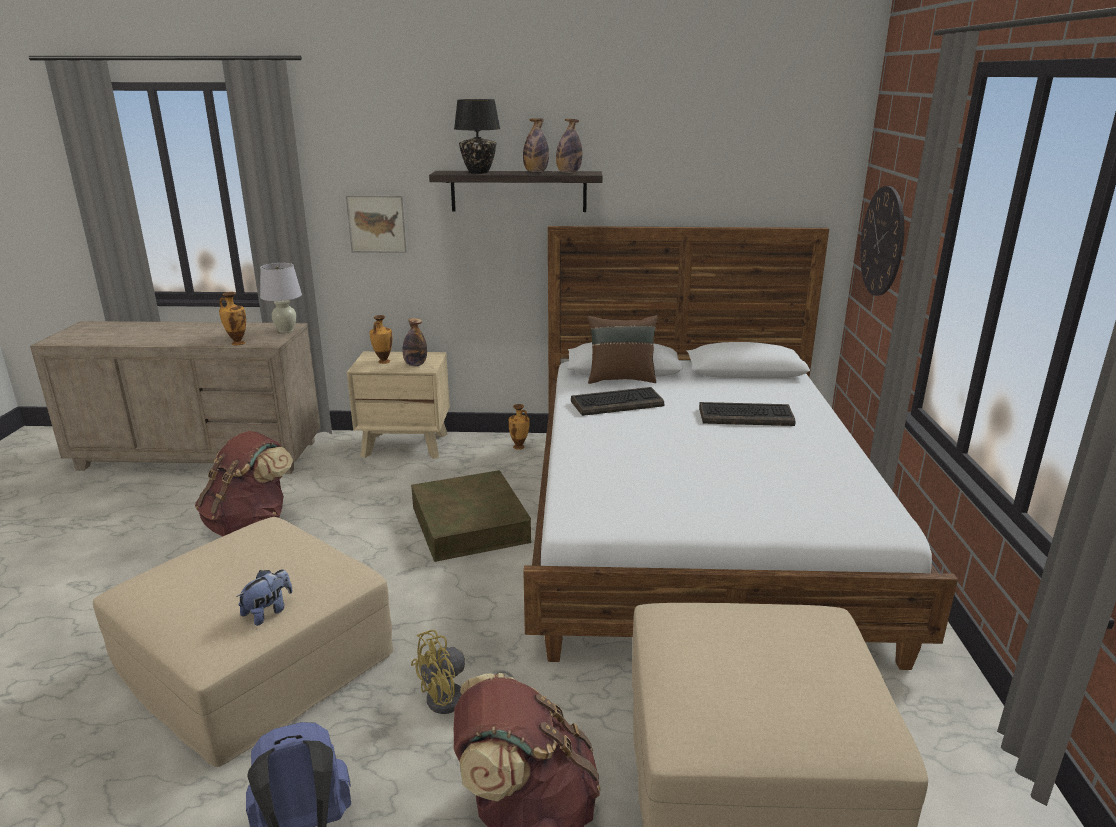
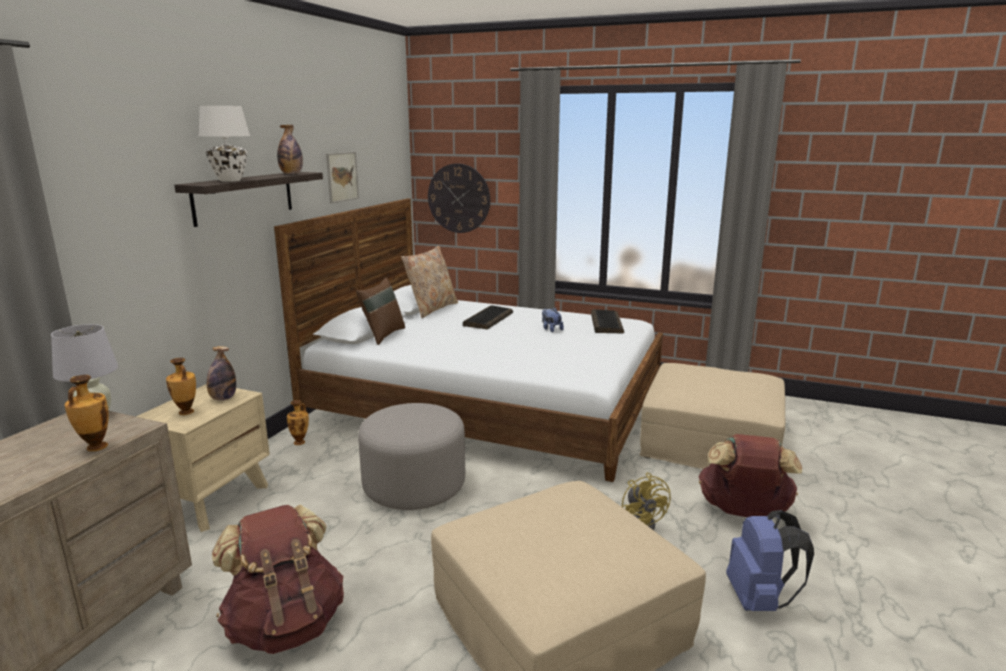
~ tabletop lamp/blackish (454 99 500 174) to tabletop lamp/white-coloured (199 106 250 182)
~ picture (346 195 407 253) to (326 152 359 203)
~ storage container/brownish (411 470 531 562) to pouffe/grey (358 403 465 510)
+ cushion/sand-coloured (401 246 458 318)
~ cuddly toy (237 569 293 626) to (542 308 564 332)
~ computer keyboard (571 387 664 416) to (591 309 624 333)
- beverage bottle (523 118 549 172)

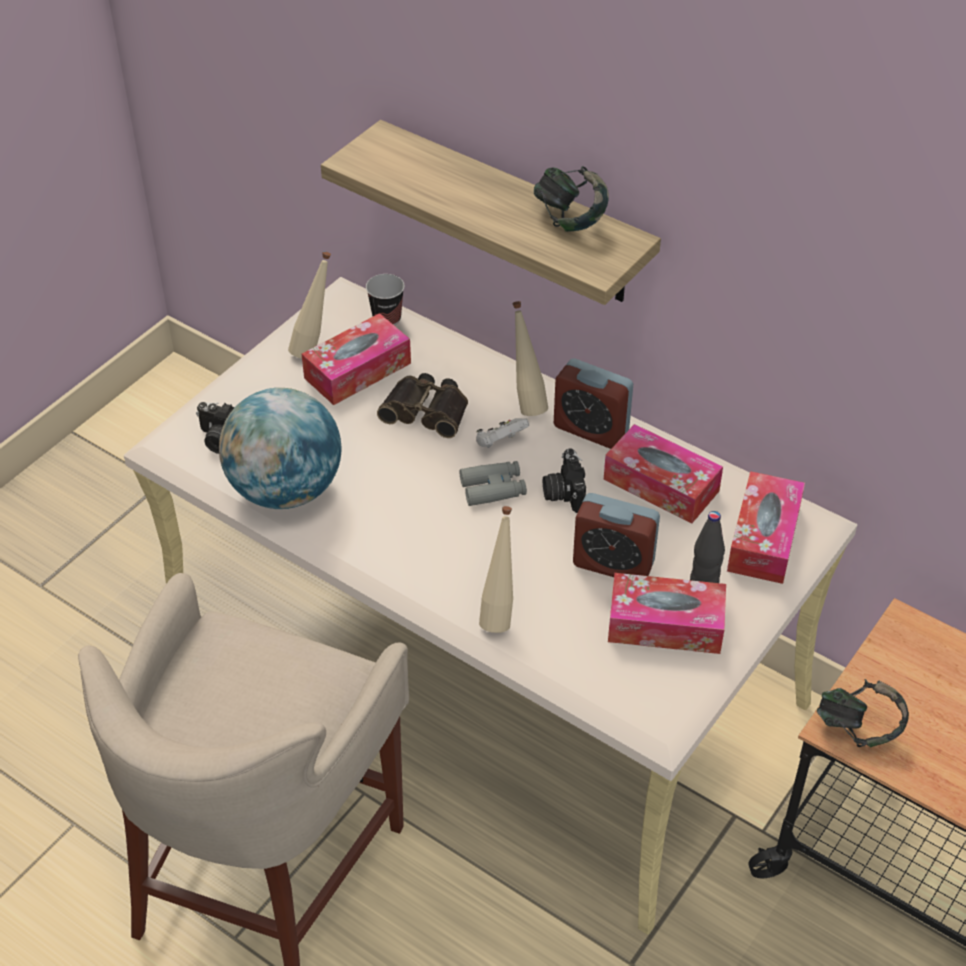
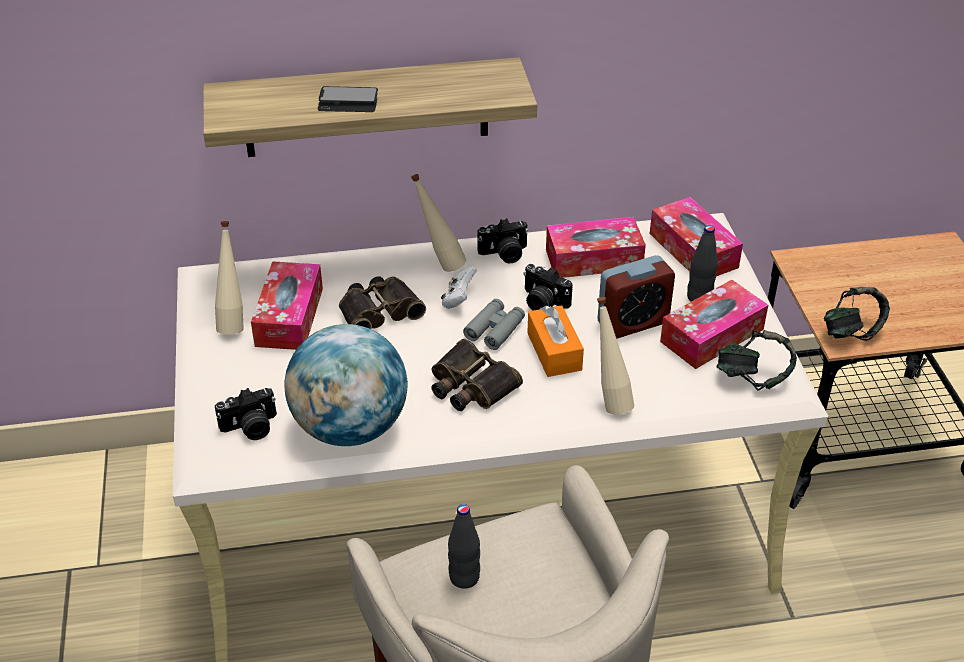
+ telephone (318 86 378 112)
+ pair of binoculars (431 339 523 411)
+ beverage bottle/blackish (448 504 480 589)
~ alarm clock (554 359 633 449) to photo camera (477 218 529 263)
+ tissue holder/orange-coloured (527 305 584 377)
~ pair of headphones (534 166 609 232) to (717 330 797 390)
- cup (366 274 405 326)

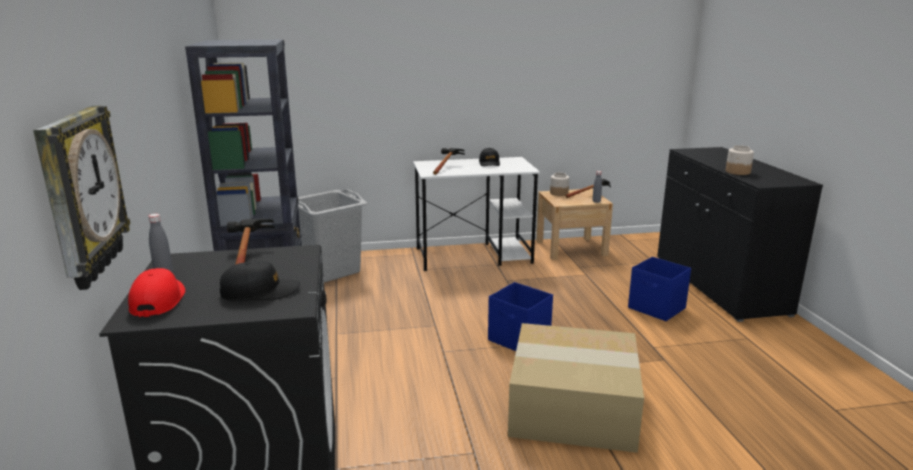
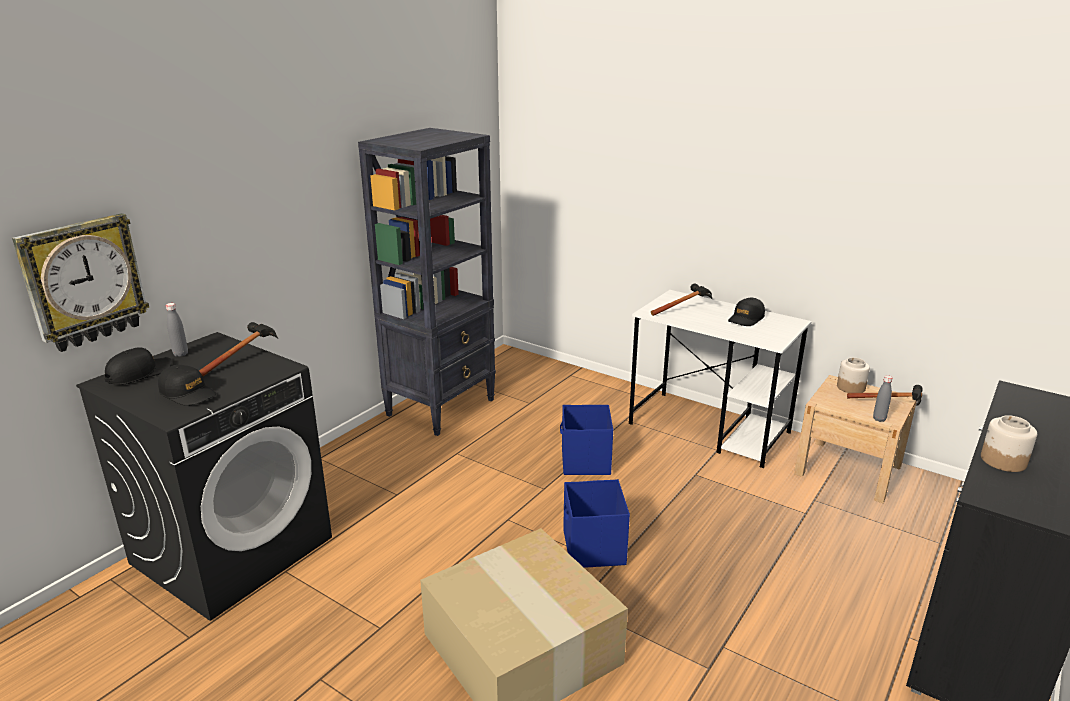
~ baseball cap/red-coloured (128 268 185 317) to baseball cap/blackish (104 347 172 385)
~ storage container/blue (628 257 691 321) to (560 405 613 475)
- washing basket/grey (298 189 367 282)

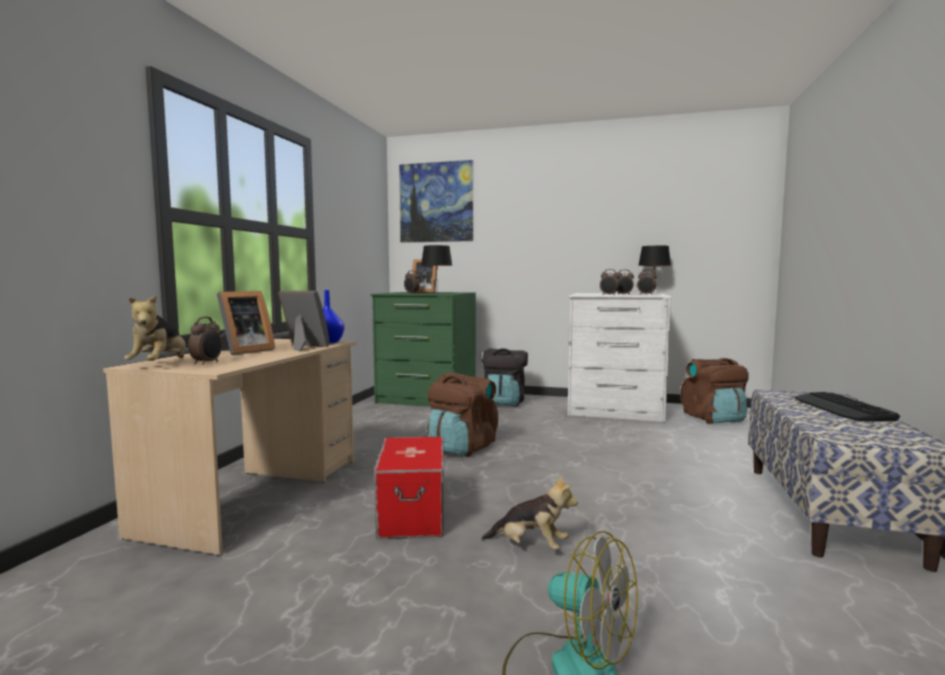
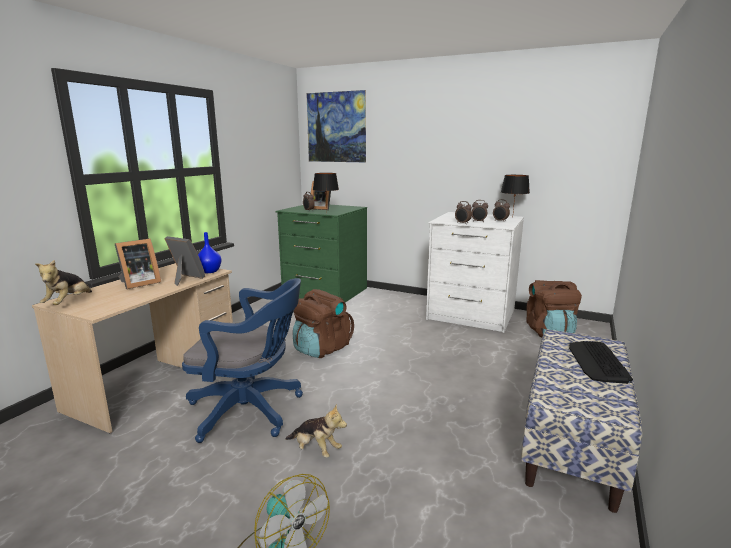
~ storage container (374 437 444 539) to computer chair/blue (182 278 303 443)
- alarm clock (188 317 222 365)
- rucksack/blackish (482 348 528 407)

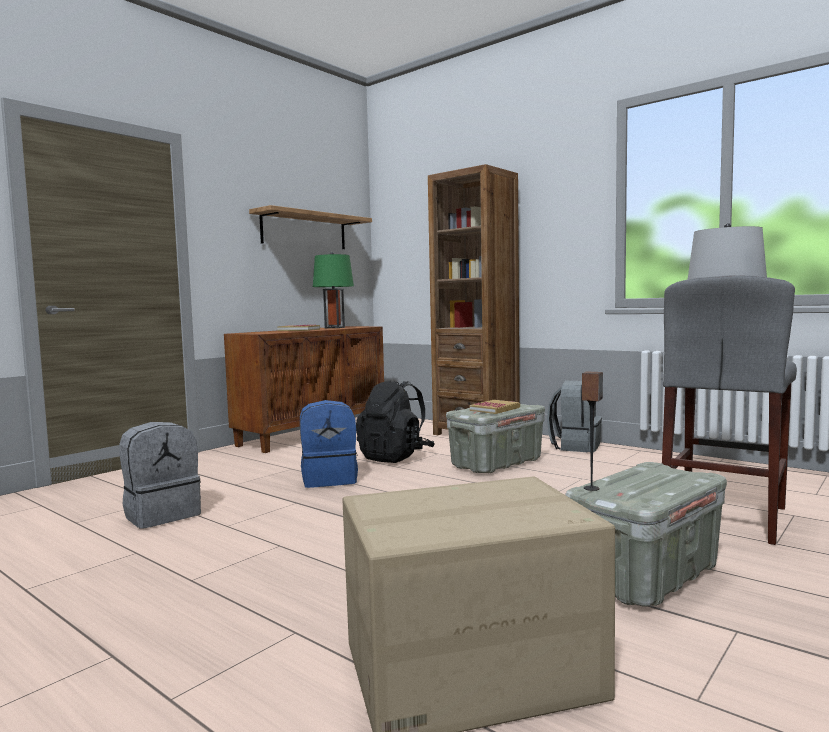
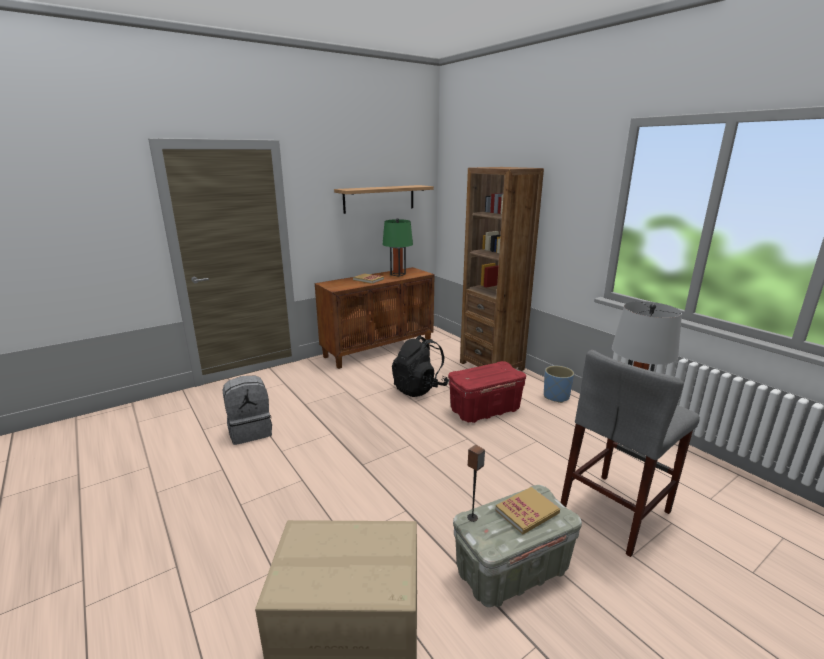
~ storage container/grey (446 401 545 473) to storage container/red-coloured (448 361 526 423)
~ bound book (469 400 520 414) to (495 487 560 534)
~ rucksack/grey (547 381 602 452) to planter/blue (544 366 574 403)
- rucksack/blue (300 400 358 488)

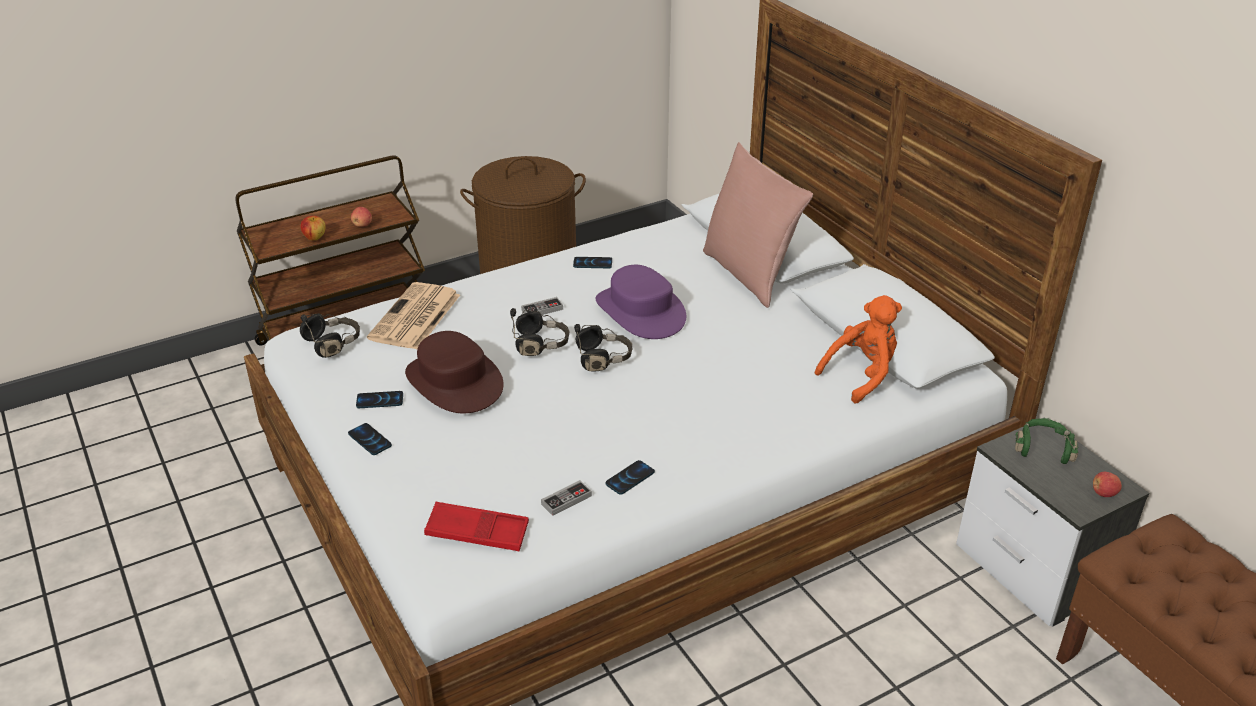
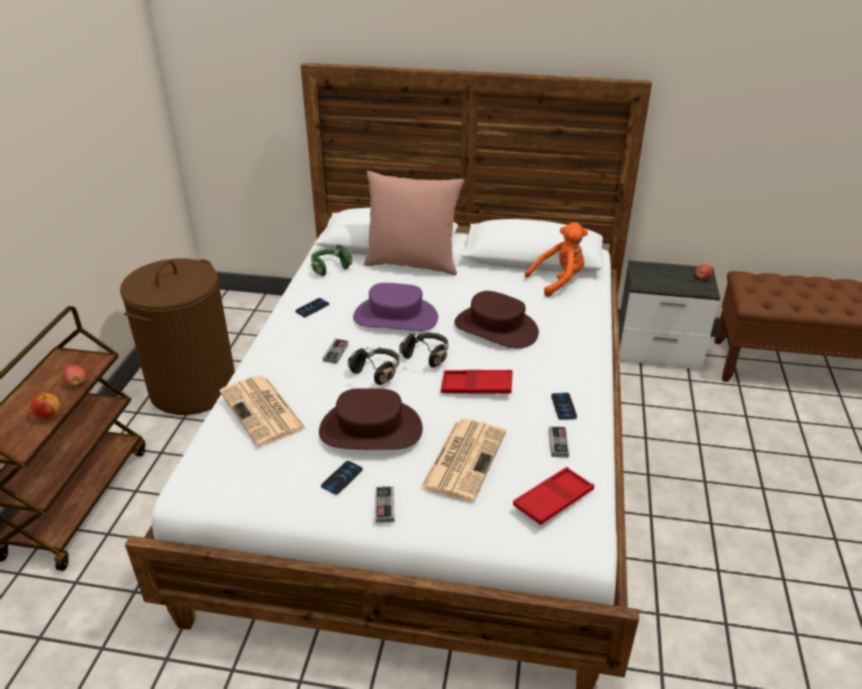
~ pair of headphones/green-coloured (1015 418 1078 464) to (311 244 352 276)
~ telephone (348 423 392 455) to gamepad (376 486 395 523)
+ newspaper (420 419 506 502)
+ serving tray/red-coloured (441 370 513 394)
+ wearable hat/brownish (454 291 539 349)
~ cuddly toy/orange-coloured (815 295 902 403) = (525 222 588 297) 60 degrees clockwise
- pair of headphones/blackish (300 313 360 358)

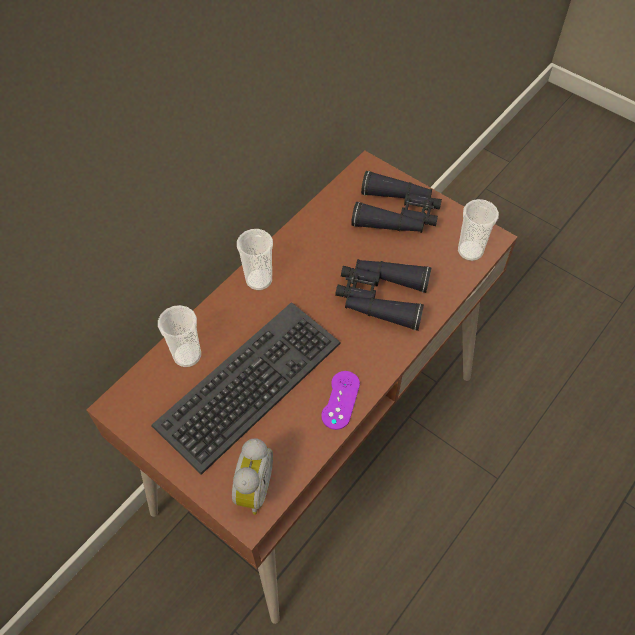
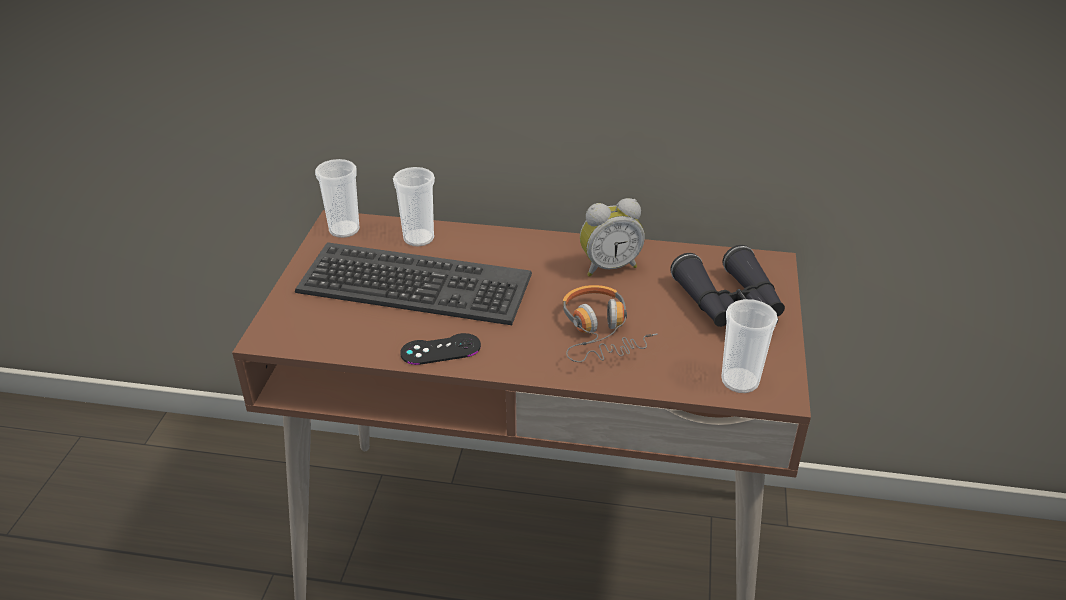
~ cup (237 229 273 290) to (315 159 360 238)
~ gamepad/purple (321 371 360 430) to gamepad/blackish (400 333 481 365)
~ pair of binoculars/blackish (335 259 432 331) to pair of headphones (562 285 658 362)
~ alarm clock (232 439 273 515) to (580 198 645 277)

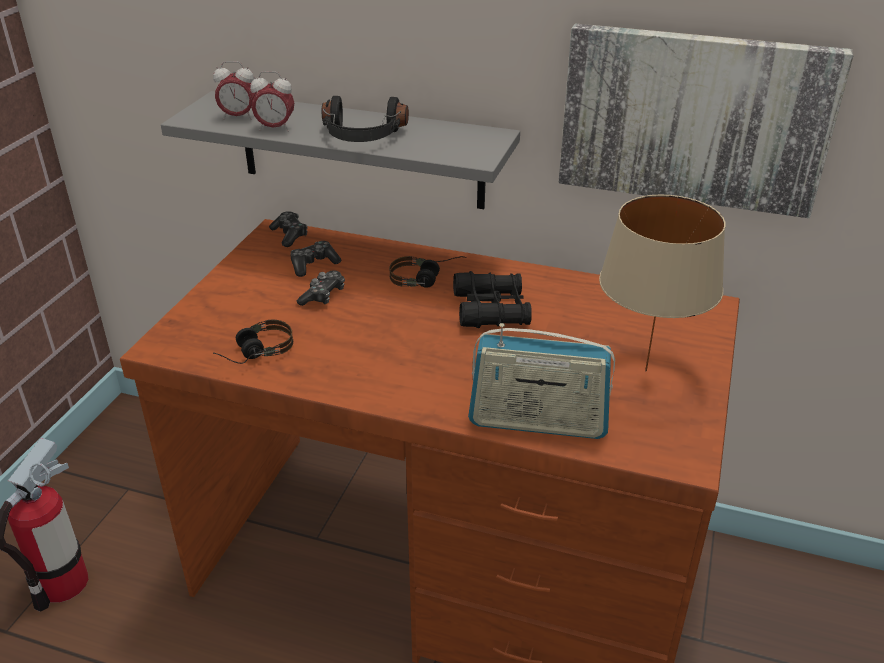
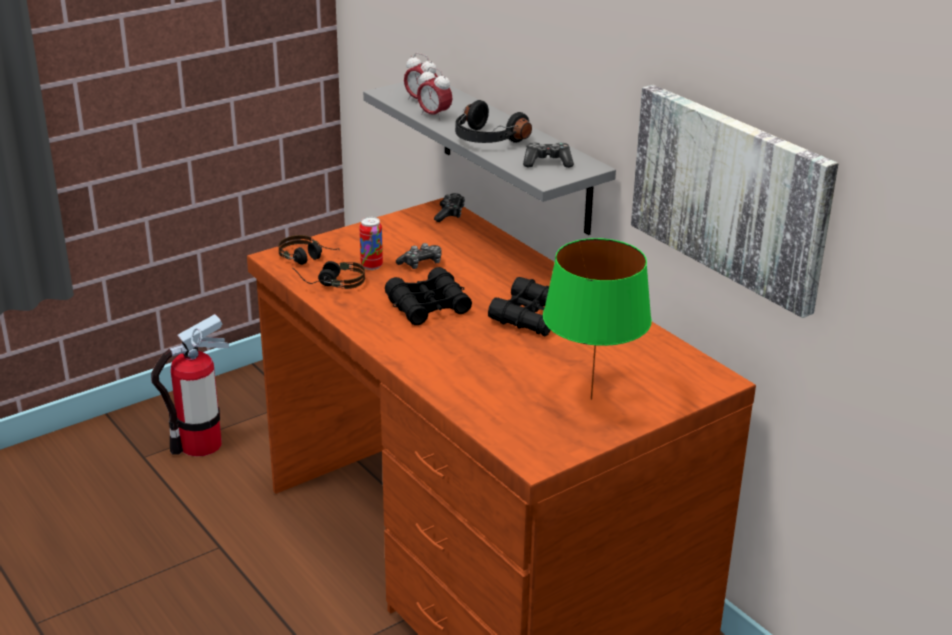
~ pair of headphones (389 256 467 288) to (278 235 339 265)
+ metal can (360 217 383 270)
+ pair of binoculars/blackish (385 267 472 325)
~ gamepad (290 241 341 277) to (523 142 574 168)
~ tabletop lamp/sand-coloured (599 195 725 372) to tabletop lamp/green-coloured (543 238 652 400)
- radio (468 323 615 439)

